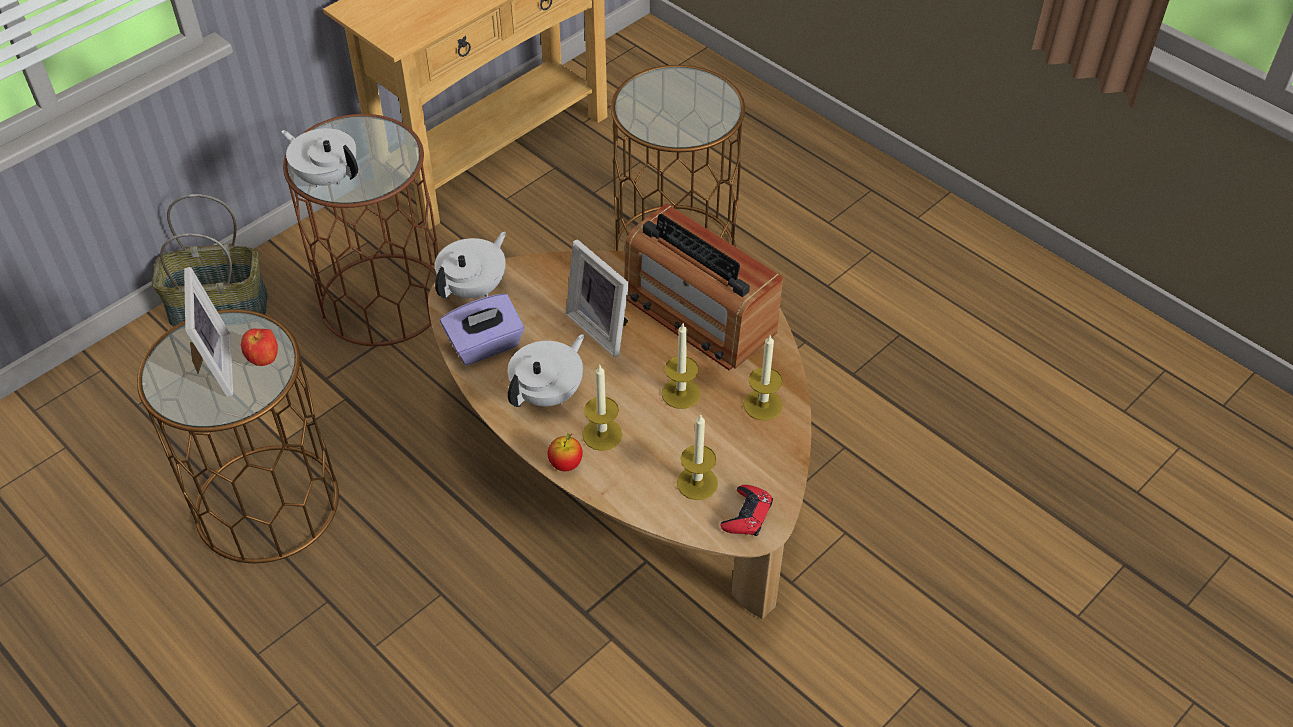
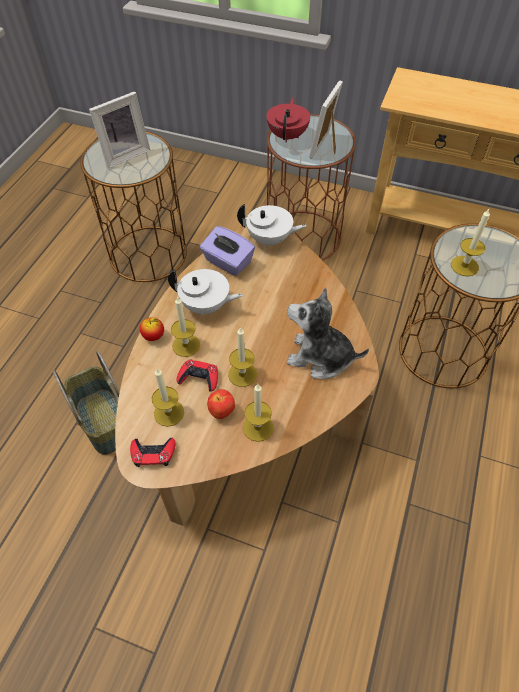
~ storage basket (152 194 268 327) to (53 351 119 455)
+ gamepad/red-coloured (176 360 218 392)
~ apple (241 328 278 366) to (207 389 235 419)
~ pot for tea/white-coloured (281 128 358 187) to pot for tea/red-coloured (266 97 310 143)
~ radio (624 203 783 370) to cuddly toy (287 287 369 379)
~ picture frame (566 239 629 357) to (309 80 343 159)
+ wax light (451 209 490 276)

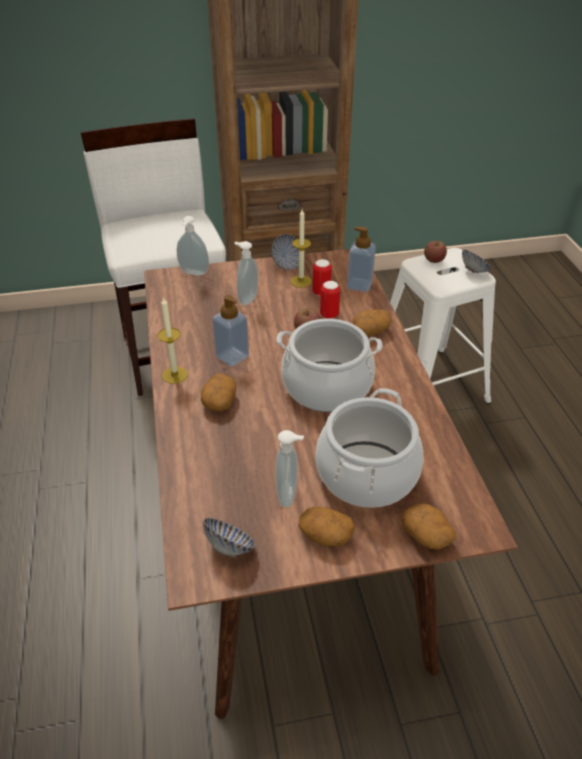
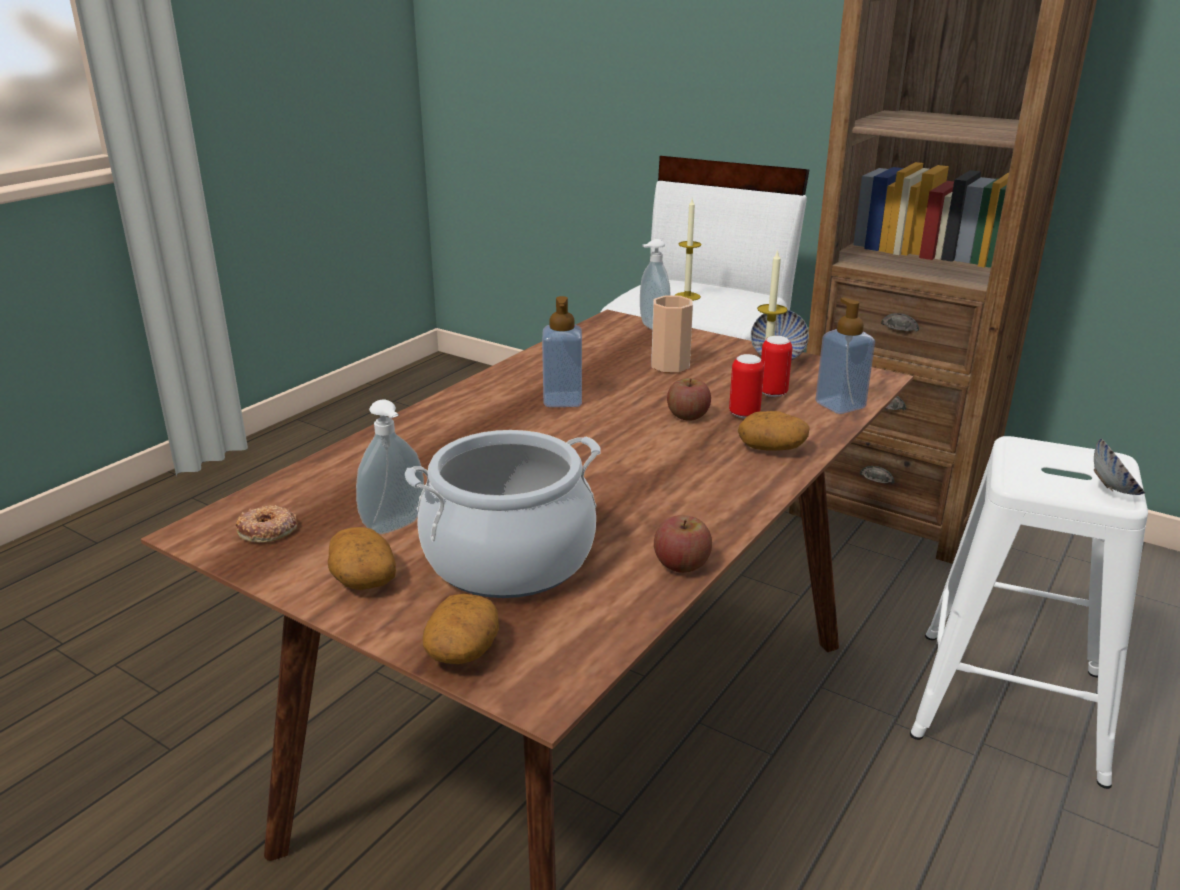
~ serving bowl (203 518 256 559) to donut (236 505 297 543)
~ liquid soap bottle (234 241 258 305) to cup (651 295 693 373)
~ apple (424 241 447 263) to (654 515 712 573)
~ wax light (158 297 187 384) to (674 199 701 301)
- potato (201 374 236 411)
- saucepot (277 319 383 412)

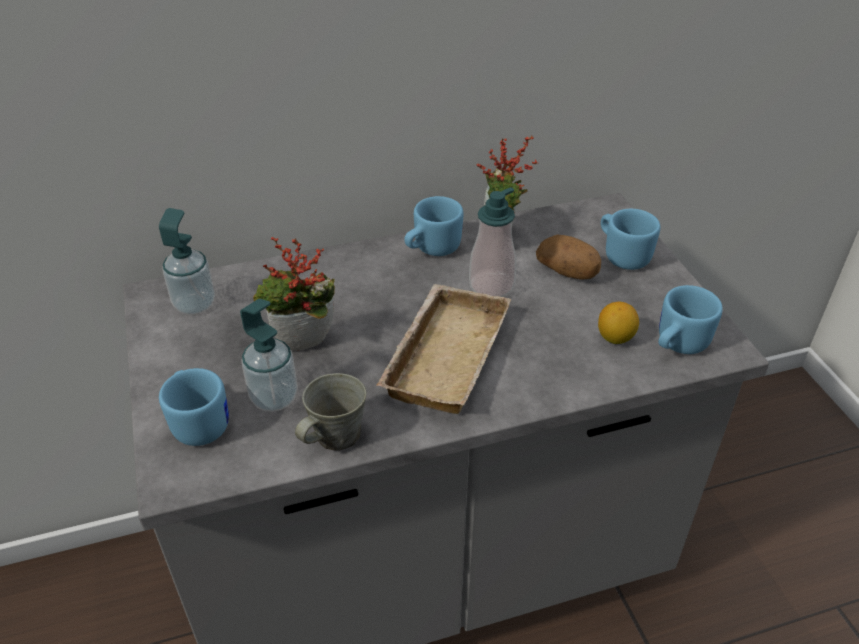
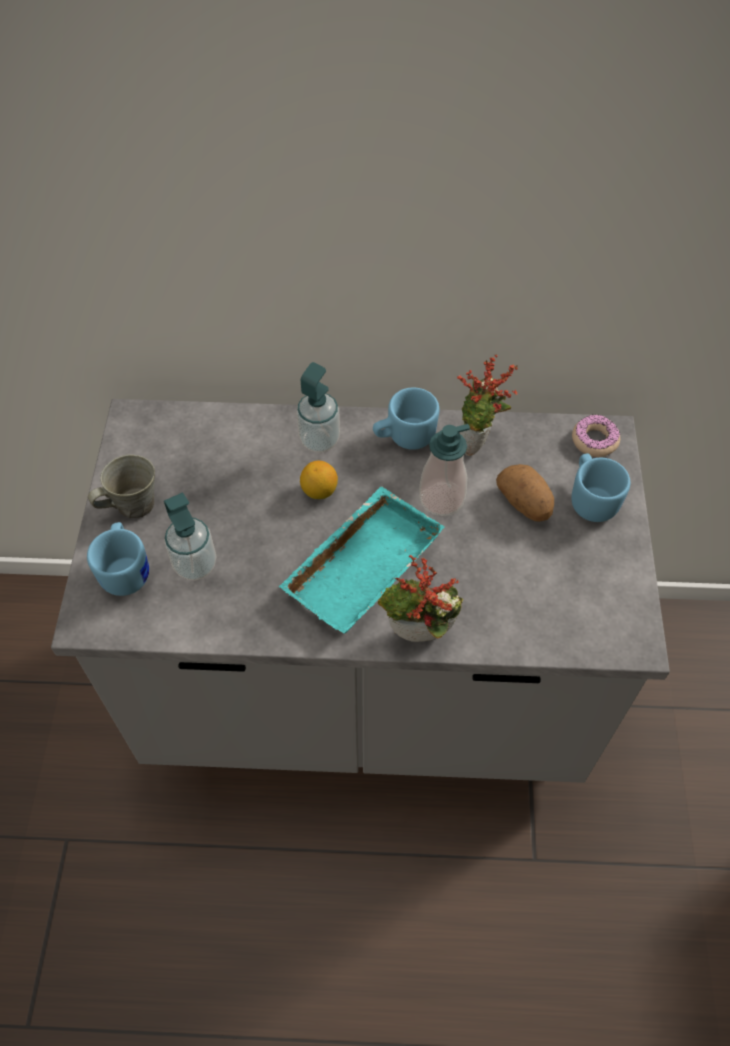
~ coffee mug/grey (295 373 366 451) to (88 455 155 518)
~ serving tray/sand-coloured (376 284 511 414) to serving tray/turquoise-coloured (279 486 445 634)
~ liquid soap bottle (159 208 215 315) to (297 362 340 452)
~ whole lemon (598 302 639 344) to (300 461 338 499)
~ potted plant (253 237 335 351) to (378 555 464 642)
+ donut (572 415 620 457)
- coffee mug/blue (658 285 723 354)

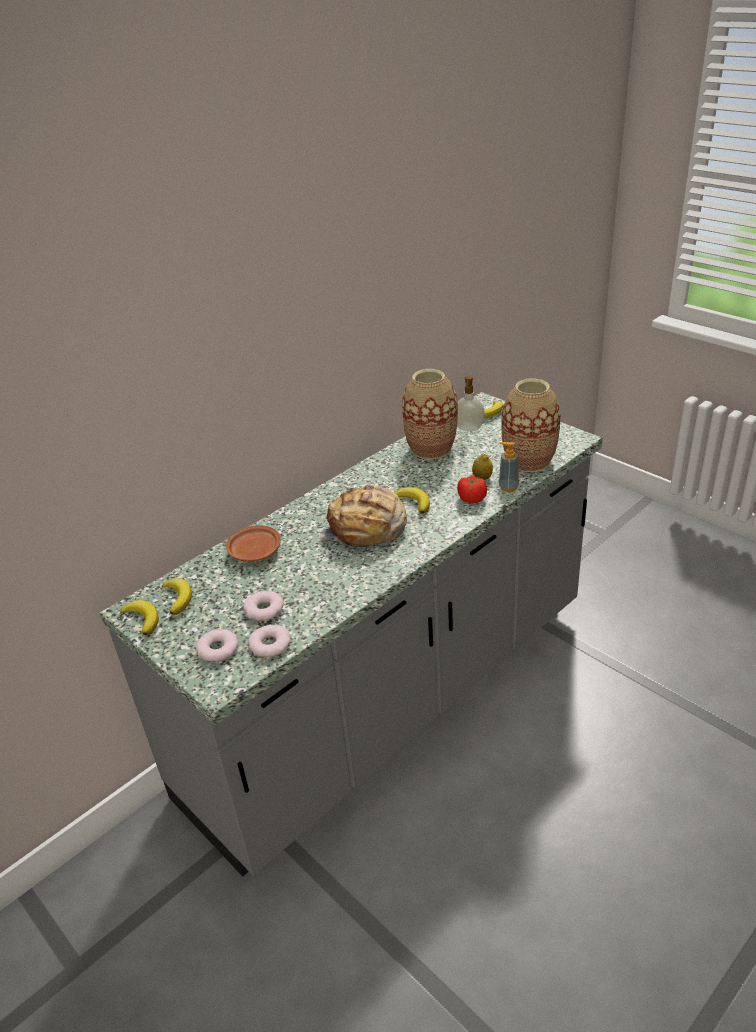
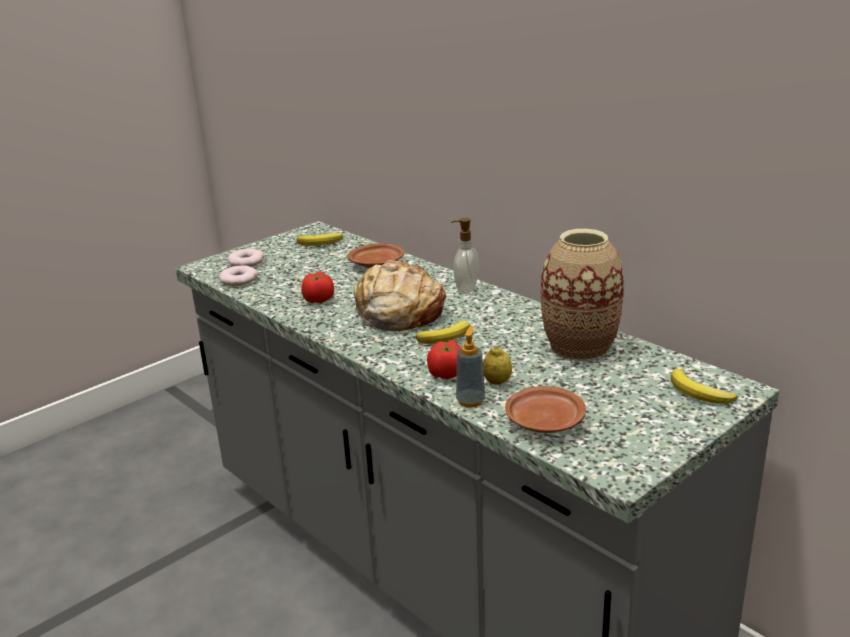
+ whole tomato (301 272 334 303)
~ liquid soap bottle (457 375 485 431) to (451 218 479 294)
~ flower vase (501 378 561 472) to flat dish/brownish (505 386 586 433)
- whole banana (120 600 159 635)
- donut (243 591 284 621)

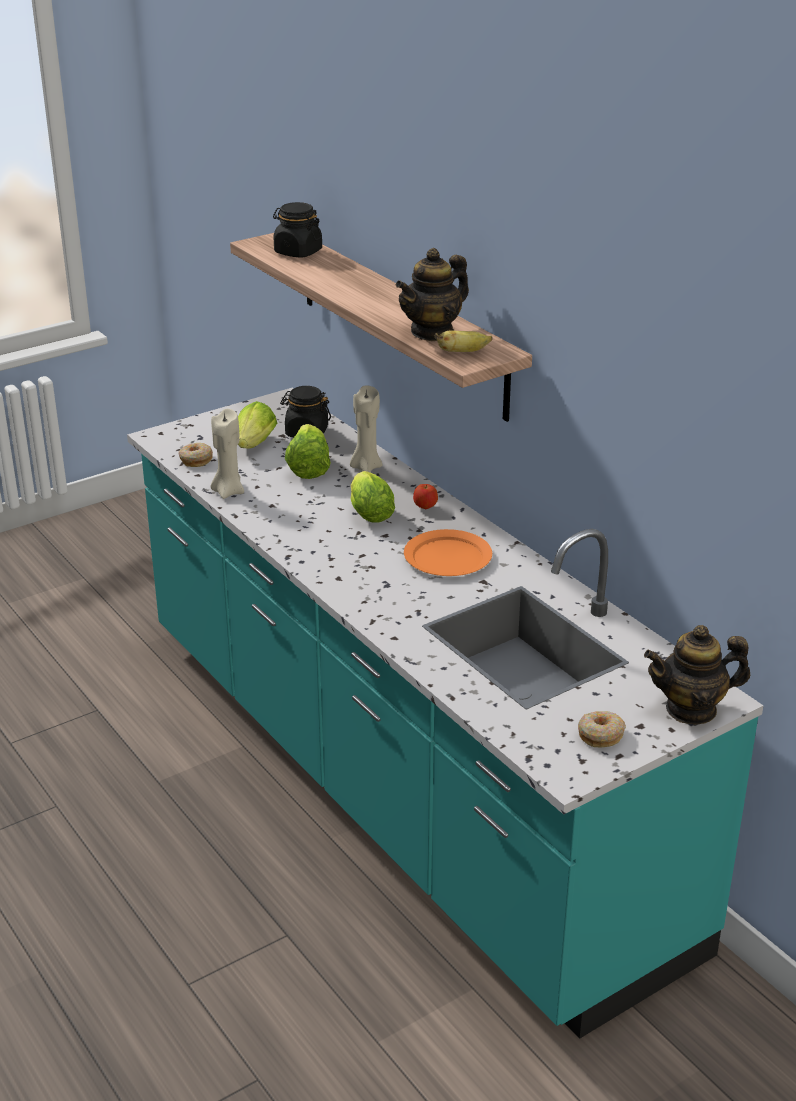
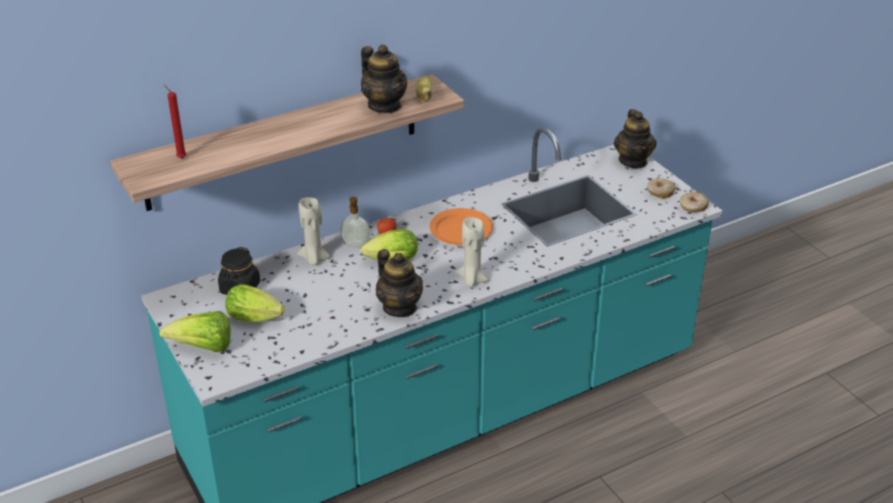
~ head of lettuce (285 424 331 479) to (159 311 231 352)
~ jar/blackish (273 202 322 258) to wax light/red-coloured (164 84 186 158)
+ liquid soap bottle (340 197 370 248)
+ pot for tea (376 249 423 317)
~ wax light/sand-coloured (211 409 244 499) to (456 217 489 287)
~ donut (178 443 213 467) to (680 192 709 212)

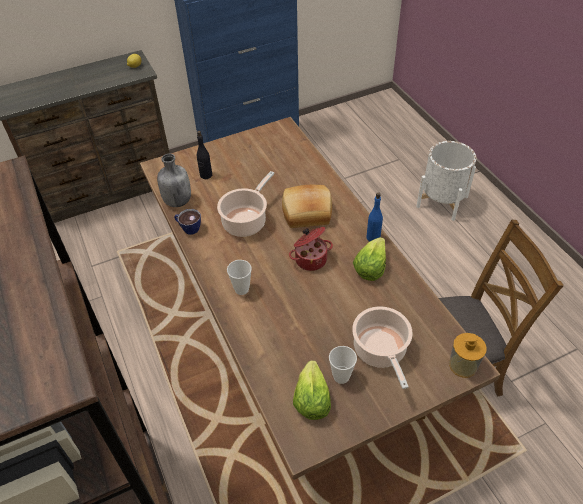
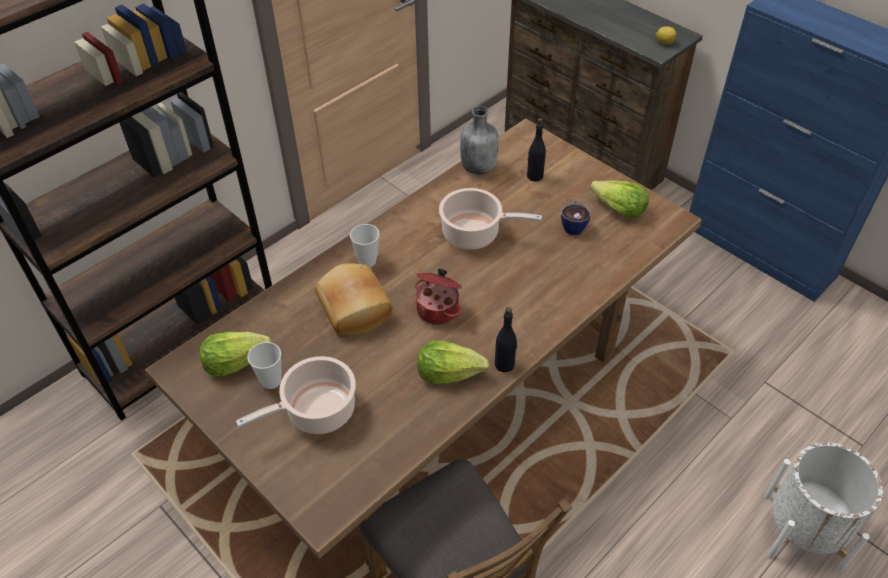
~ bakery bread (282 185 332 228) to (315 263 392 337)
~ beverage bottle/blue (366 192 383 242) to beverage bottle/blackish (495 307 517 372)
~ cup (174 209 201 235) to (561 201 591 235)
+ head of lettuce (590 180 649 217)
- liquid soap bottle (449 333 487 378)

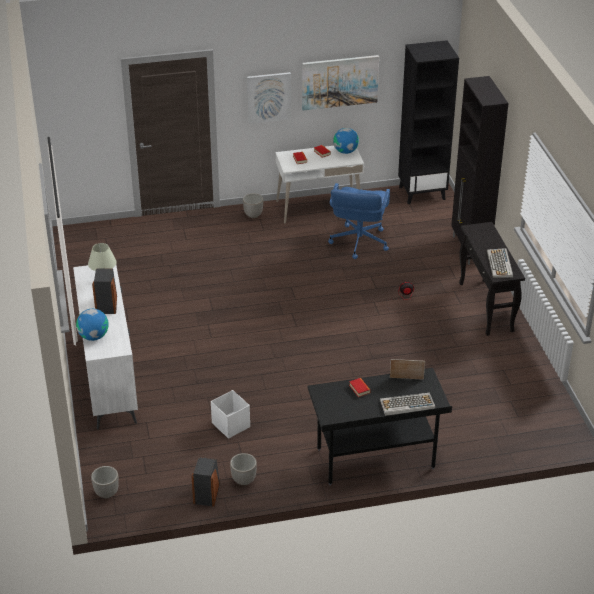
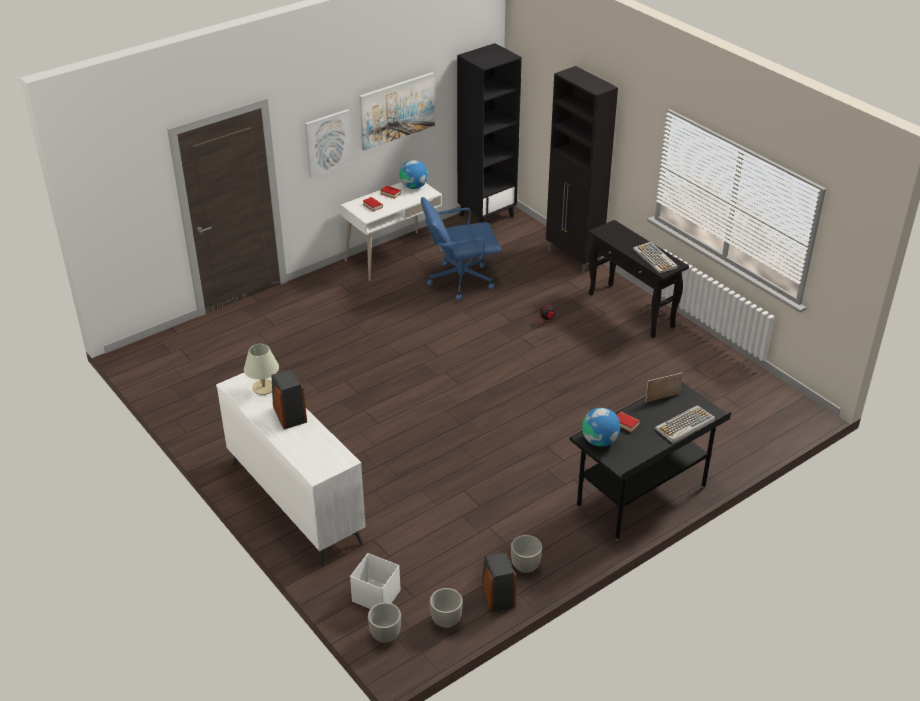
~ storage container/white-coloured (211 390 250 439) to (350 553 401 609)
~ computer chair/blue (328 183 390 259) = (421 197 502 300) 90 degrees clockwise
~ planter (243 193 263 218) to (430 588 463 628)
~ globe (76 309 109 341) to (582 408 620 447)

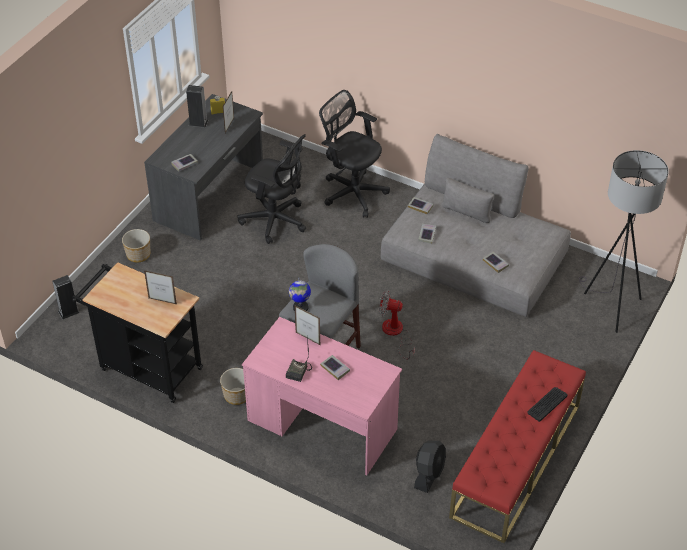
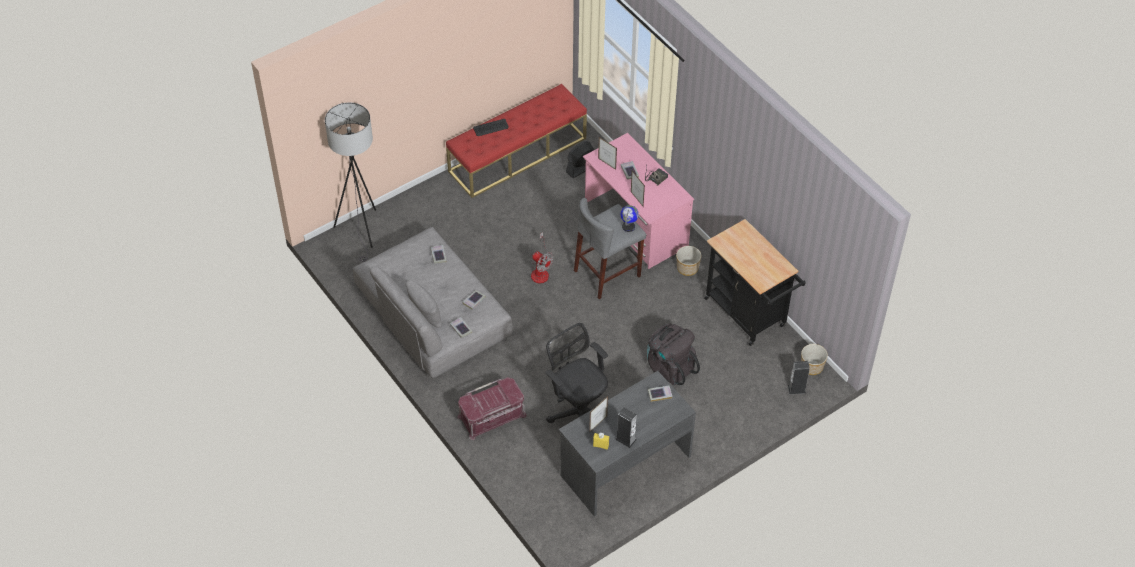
~ computer chair/blackish (319 90 390 218) to storage container/red-coloured (457 377 527 440)
~ picture frame (144 270 177 304) to (598 137 617 170)
+ rucksack/blackish (647 323 700 385)
~ planter (122 229 150 263) to (801 344 828 375)

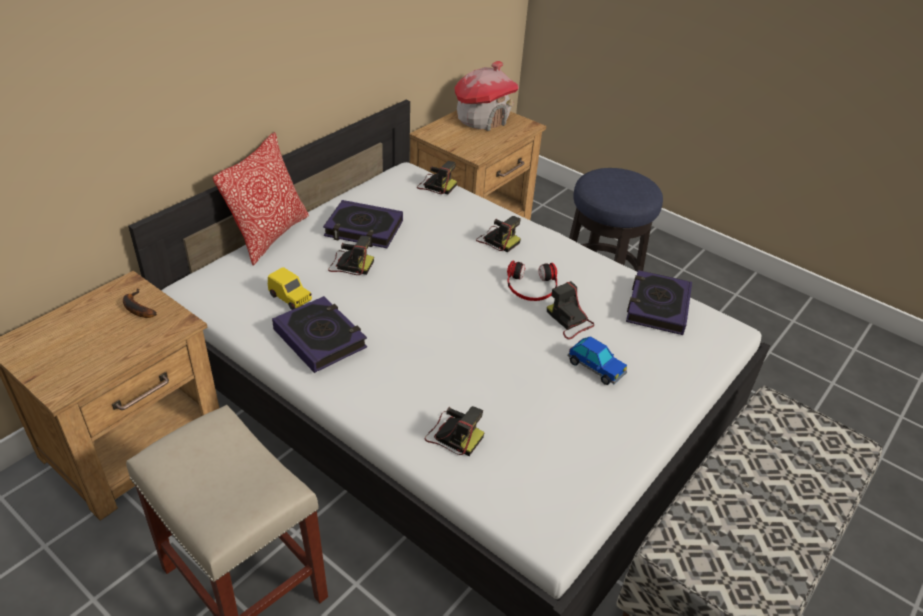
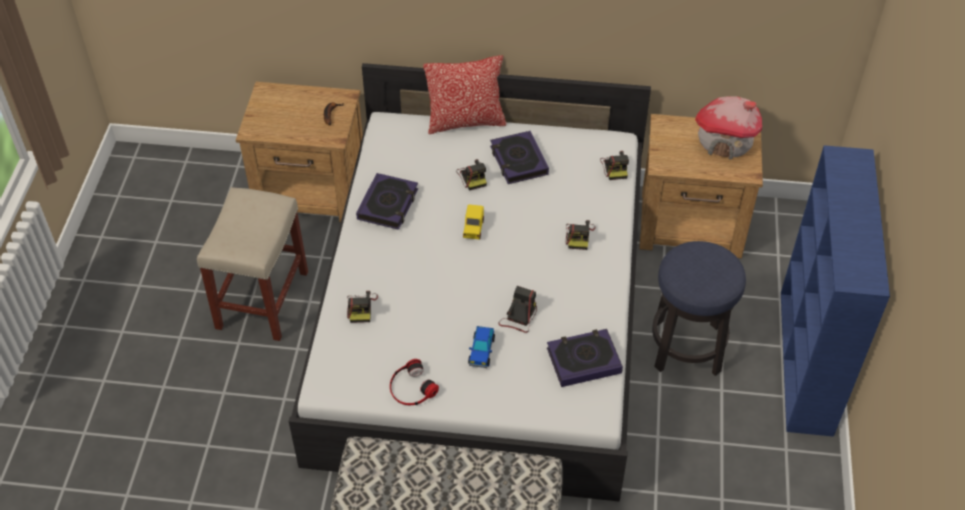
~ pair of headphones (507 260 557 301) to (390 359 439 405)
~ toy car/yellow-coloured (268 267 312 310) to (463 205 484 240)
+ shelving unit/blue (781 145 890 437)

